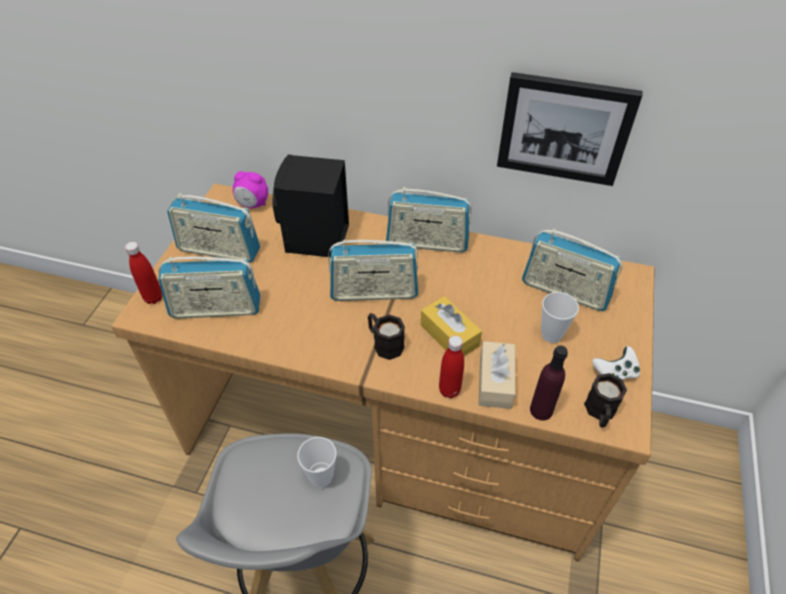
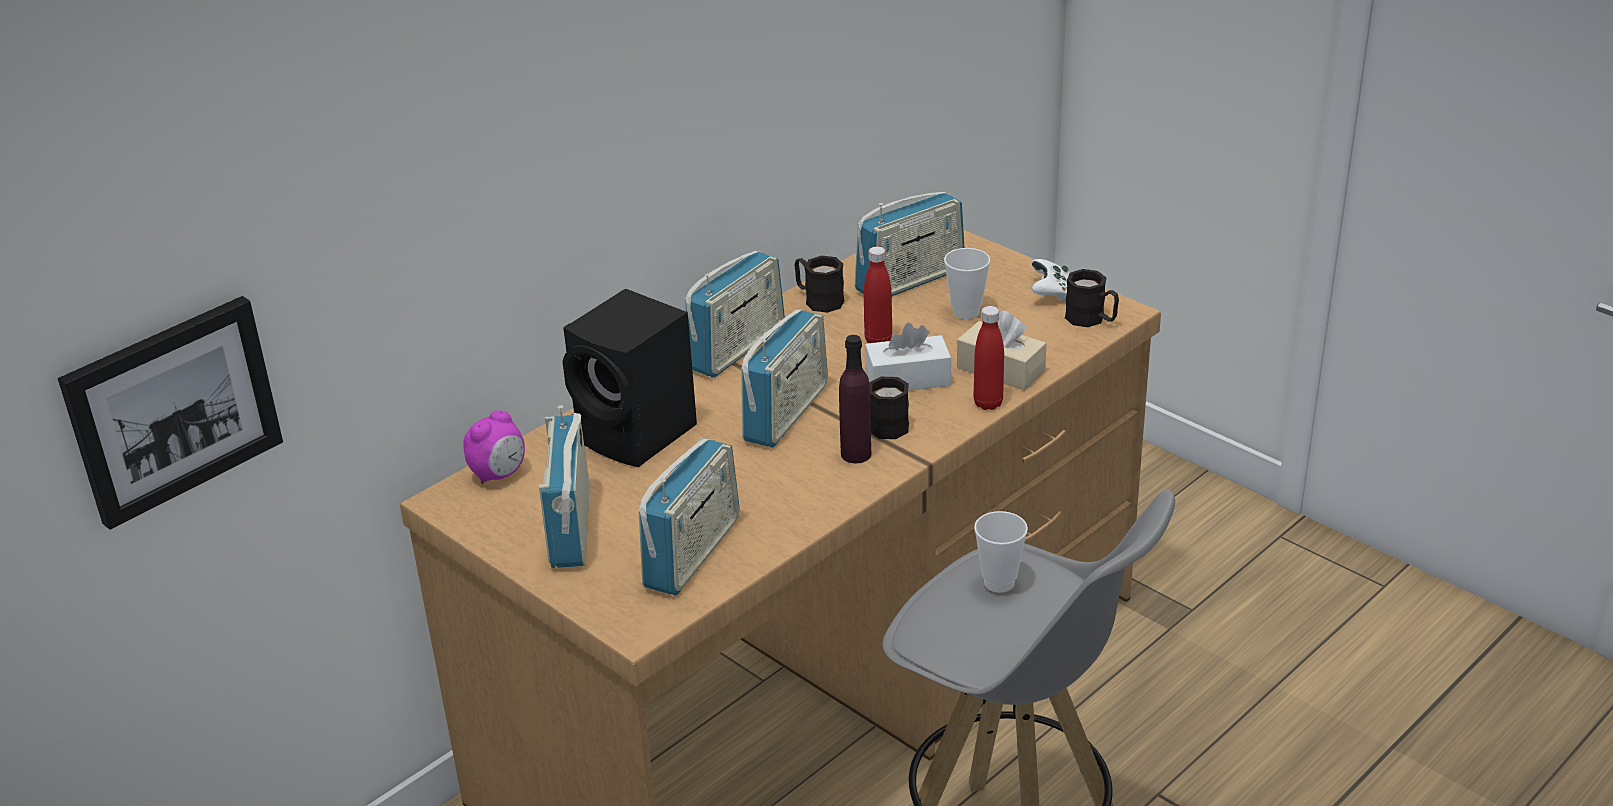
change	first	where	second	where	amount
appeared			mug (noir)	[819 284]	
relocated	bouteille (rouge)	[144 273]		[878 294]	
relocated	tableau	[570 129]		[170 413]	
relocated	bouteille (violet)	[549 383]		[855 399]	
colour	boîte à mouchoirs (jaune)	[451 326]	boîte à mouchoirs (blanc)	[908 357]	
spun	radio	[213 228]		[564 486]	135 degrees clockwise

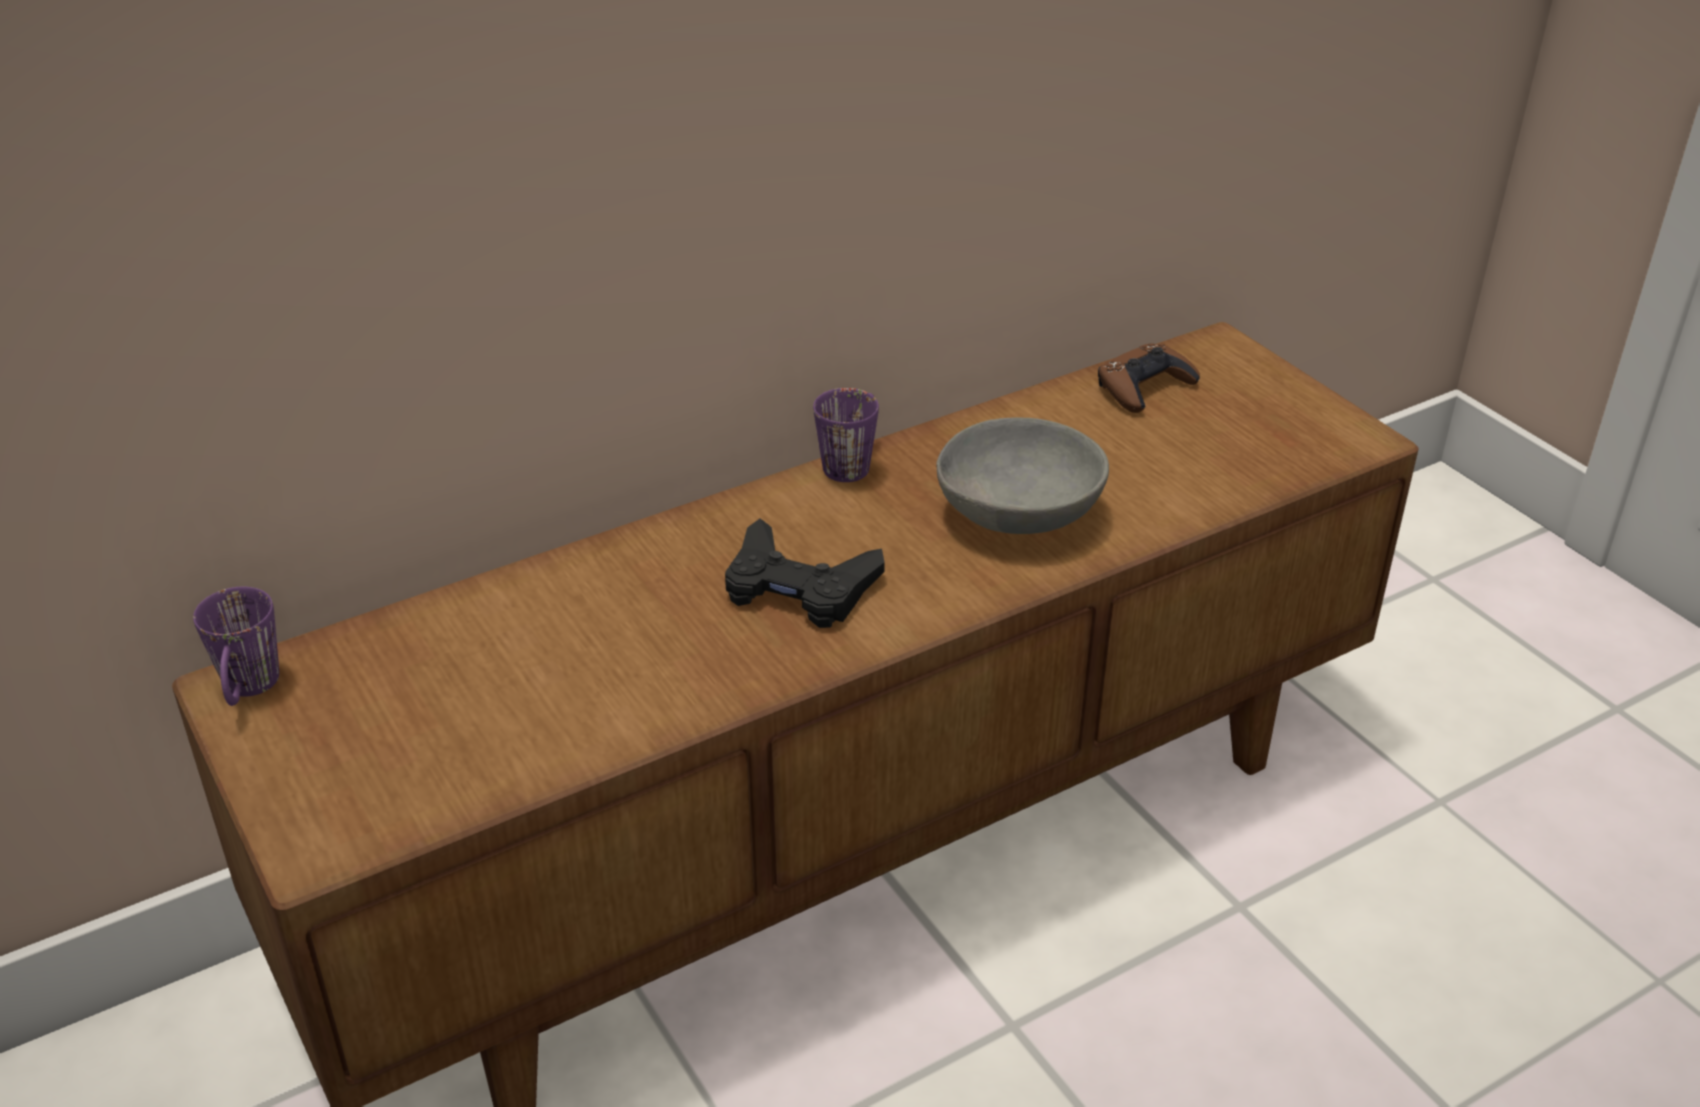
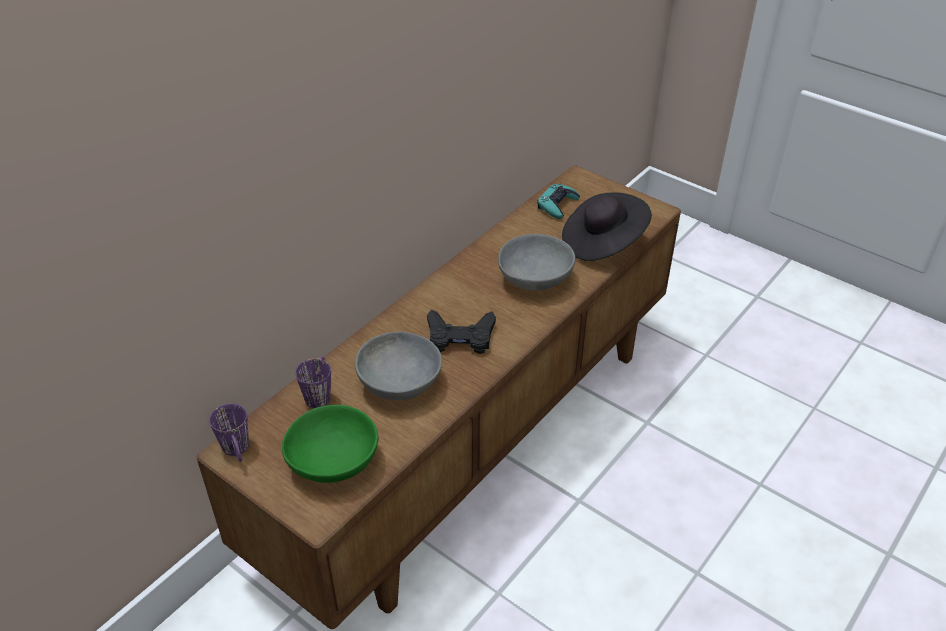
change	first	where	second	where	amount
appeared			bol (vert)	[330 444]	
appeared			bol (gris)	[398 366]	
appeared			chapeau (noir)	[607 226]	
relocated	mug (violet)	[846 435]		[313 382]	
colour	manette (marron)	[1149 378]	manette (turquoise)	[558 201]	

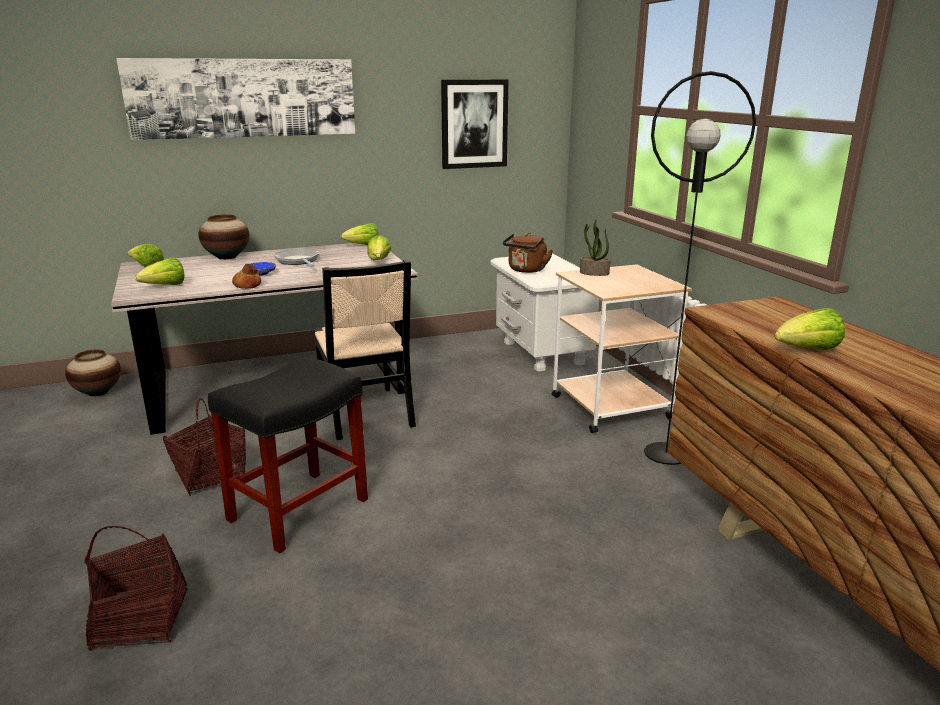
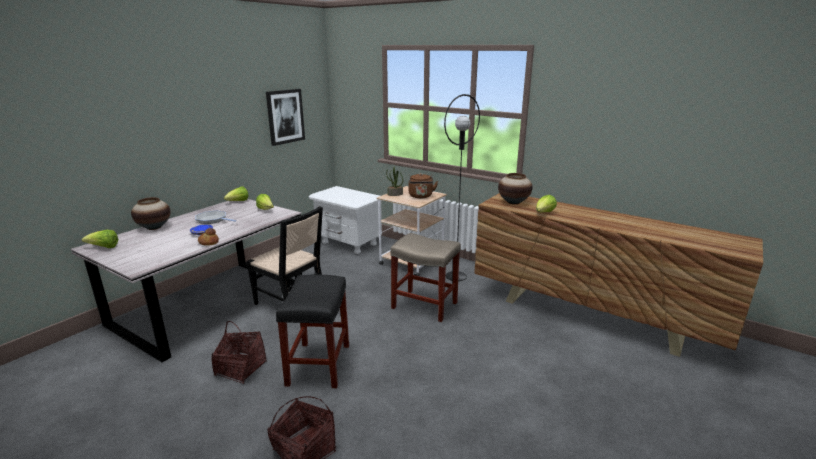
change	first	where	second	where	amount
missing	tableau	[235 99]			
missing	laitue	[160 271]			
appeared			tabouret (beige)	[425 277]	
relocated	vase	[93 373]		[515 188]	
relocated	bouilloire (marron)	[528 253]		[423 185]	

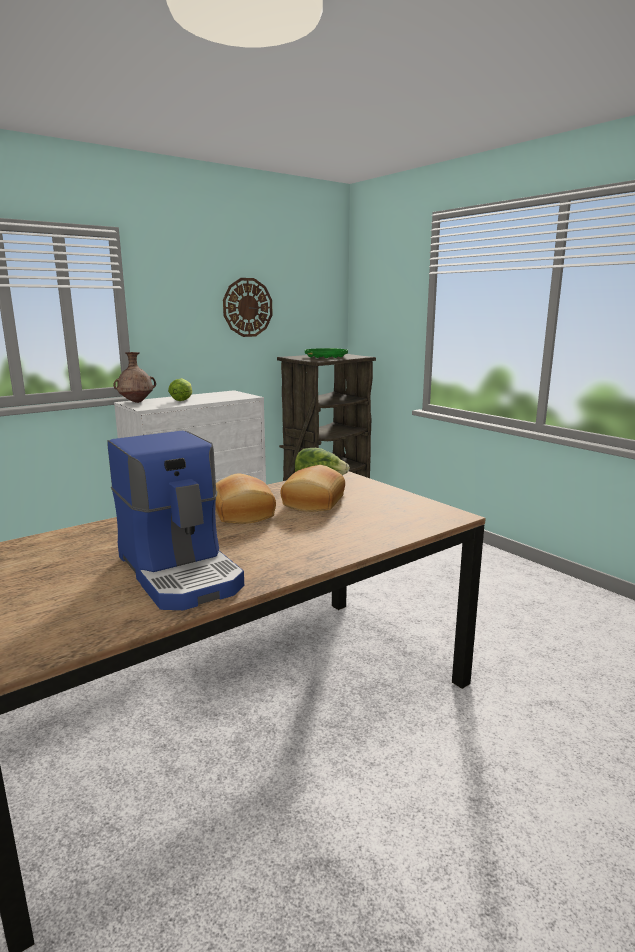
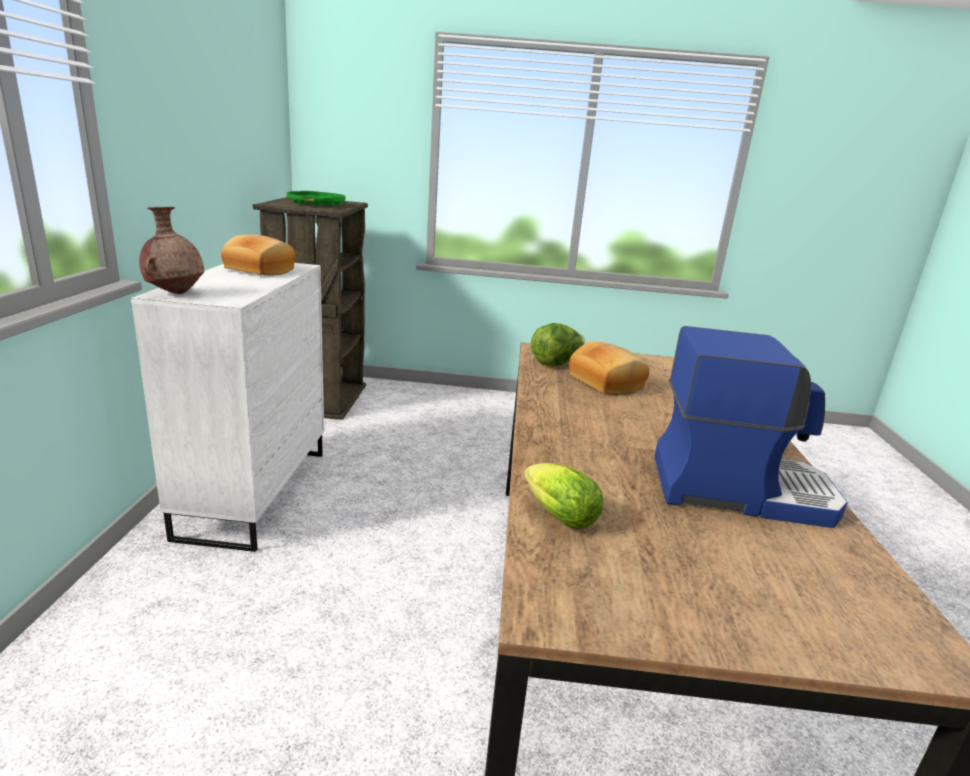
change	first	where	second	where	amount
missing	horloge murale	[248 307]			
relocated	laitue	[180 389]		[563 496]	
relocated	pain	[245 499]		[258 255]	

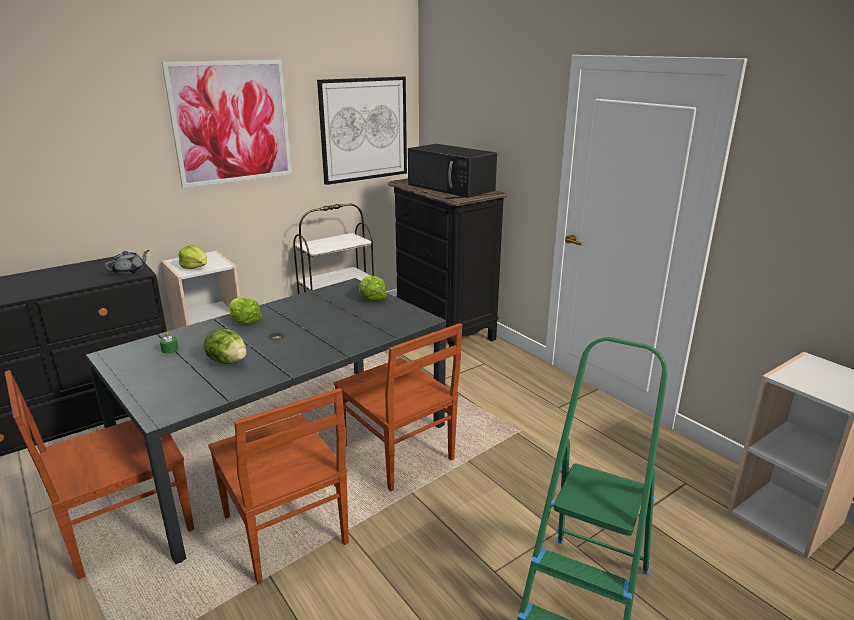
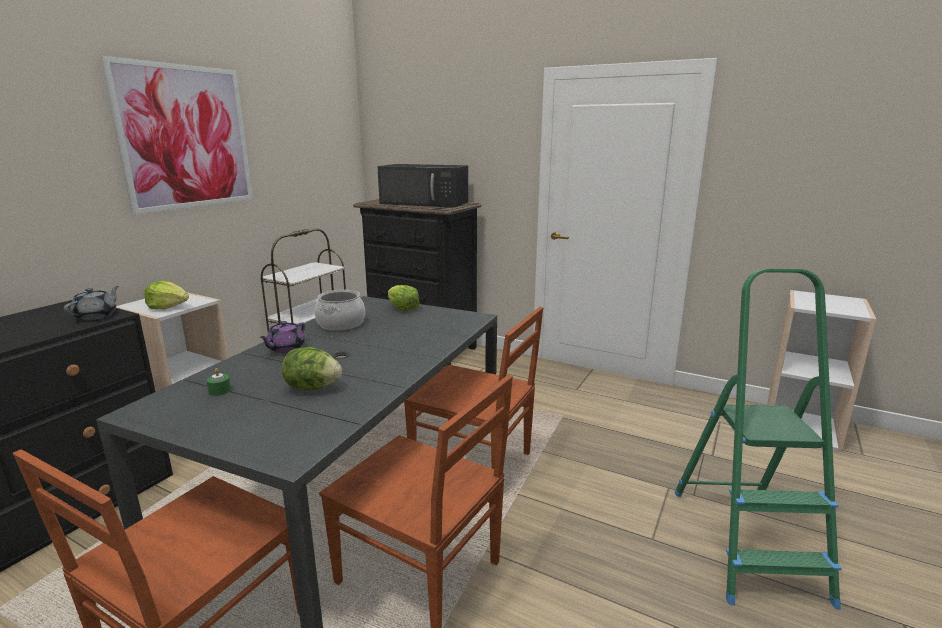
change	first	where	second	where	amount
missing	tableau	[362 131]			
appeared			marmite	[340 310]	
exchanged	laitue	[245 311]	théière (violet)	[282 337]	

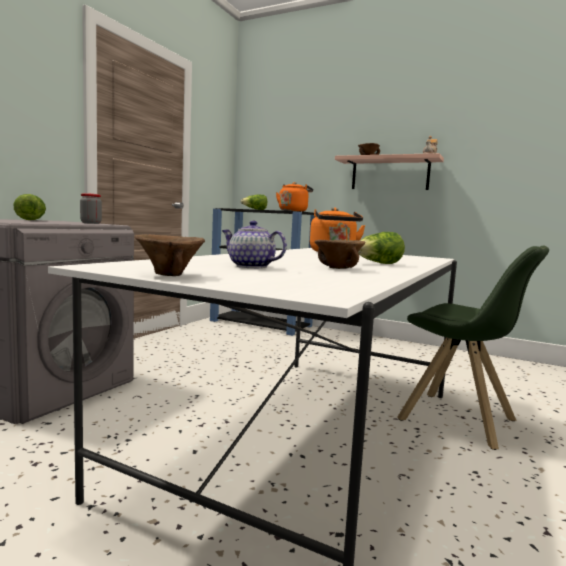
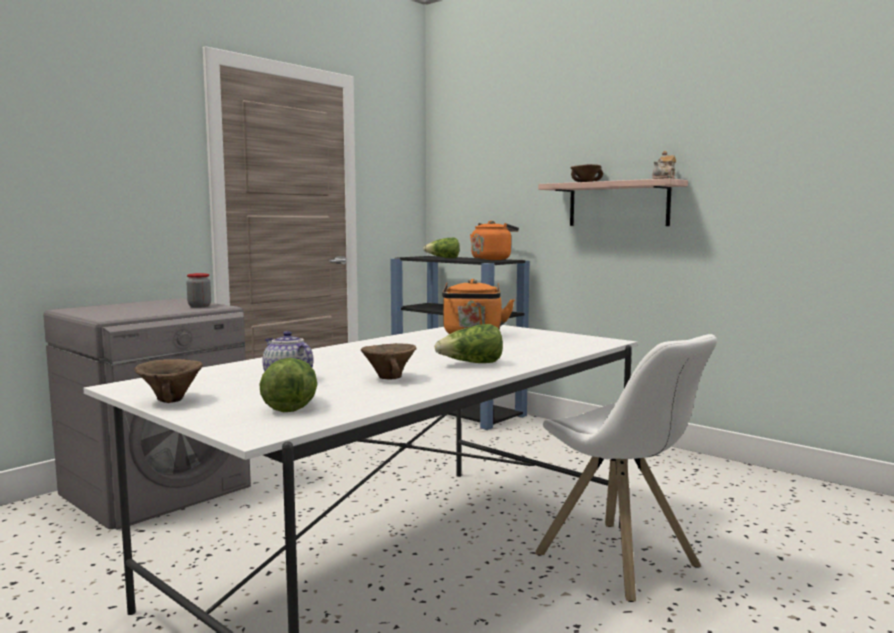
change	first	where	second	where	amount
relocated	laitue	[29 207]		[288 385]	
colour	chaise (vert)	[473 348]	chaise (blanc)	[626 468]	

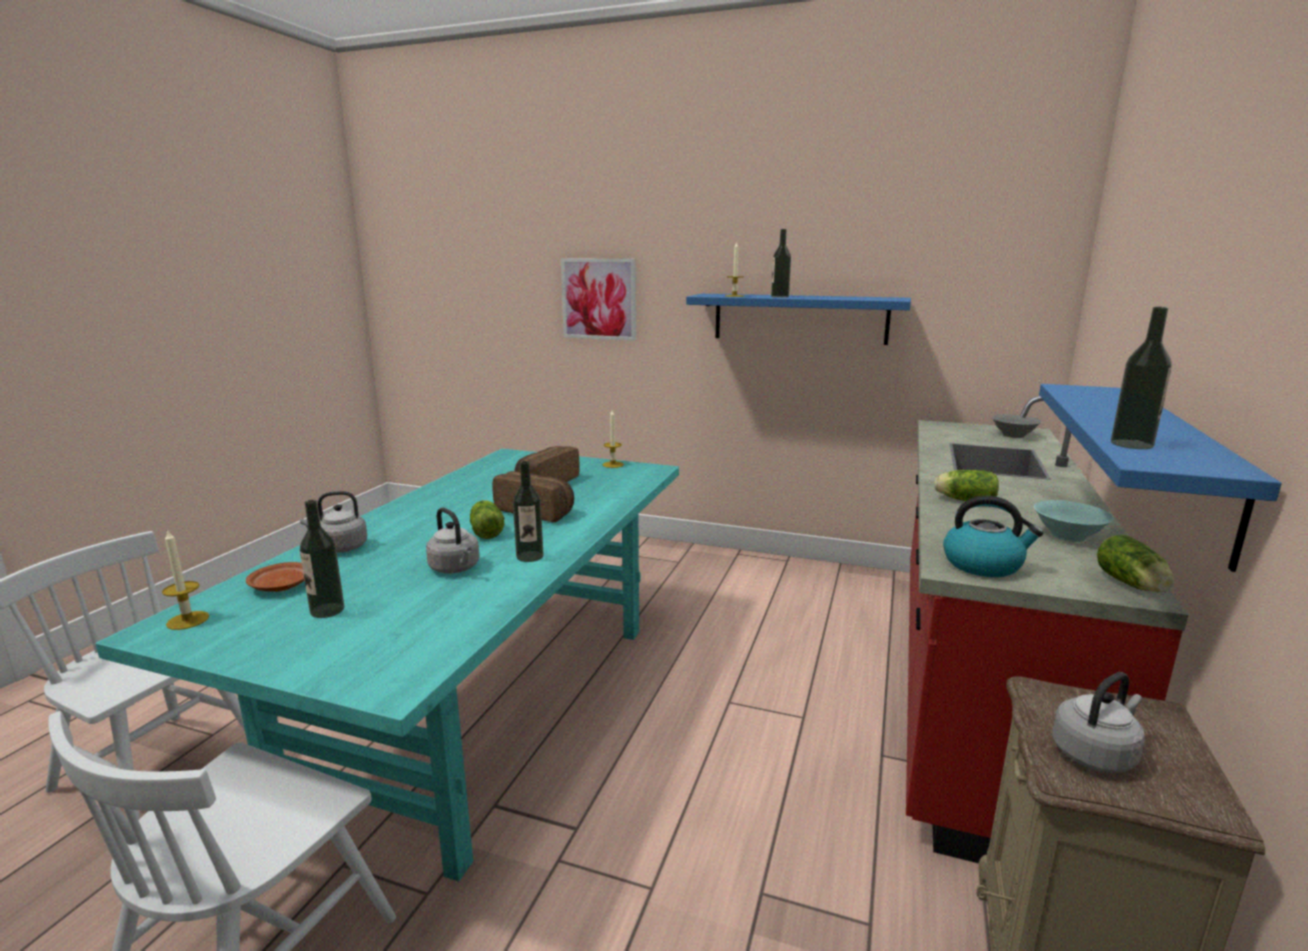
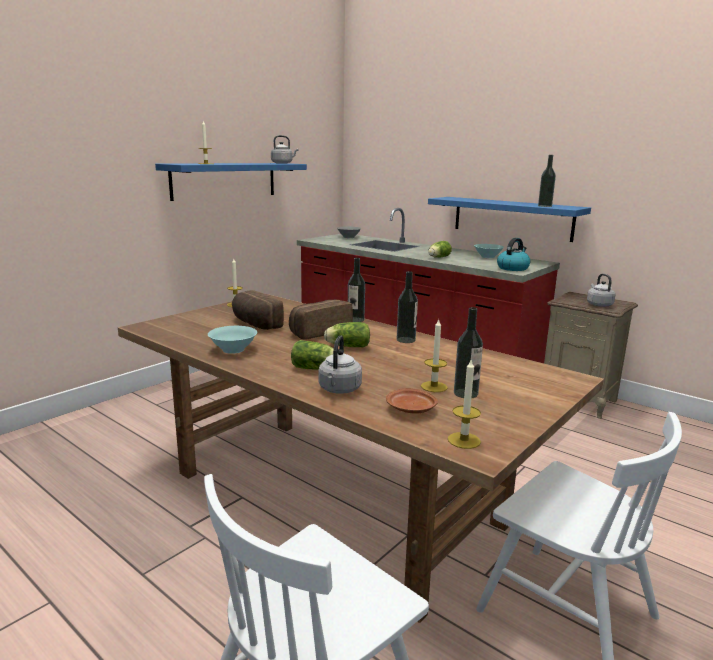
change	first	where	second	where	amount
missing	tableau	[598 299]			
appeared			bol (turquoise)	[232 340]	
appeared			bougie	[434 355]	
relocated	bouilloire (gris)	[453 540]		[285 149]	
relocated	bouteille	[781 263]		[356 290]	
relocated	laitue	[1135 564]		[312 355]	
colour	table à manger (turquoise)	[387 665]	table à manger (marron)	[361 458]	

